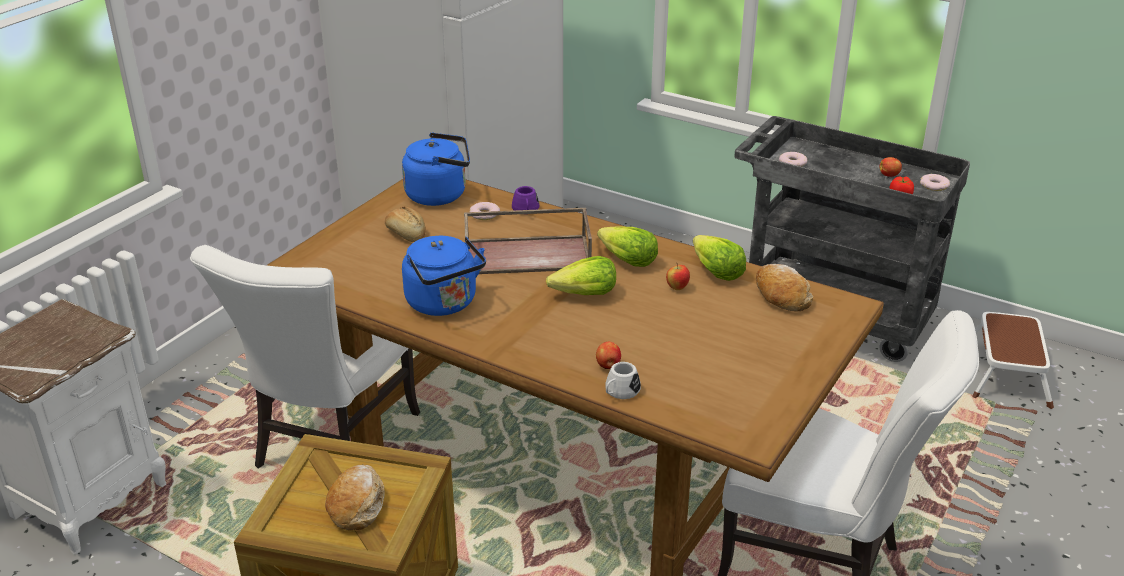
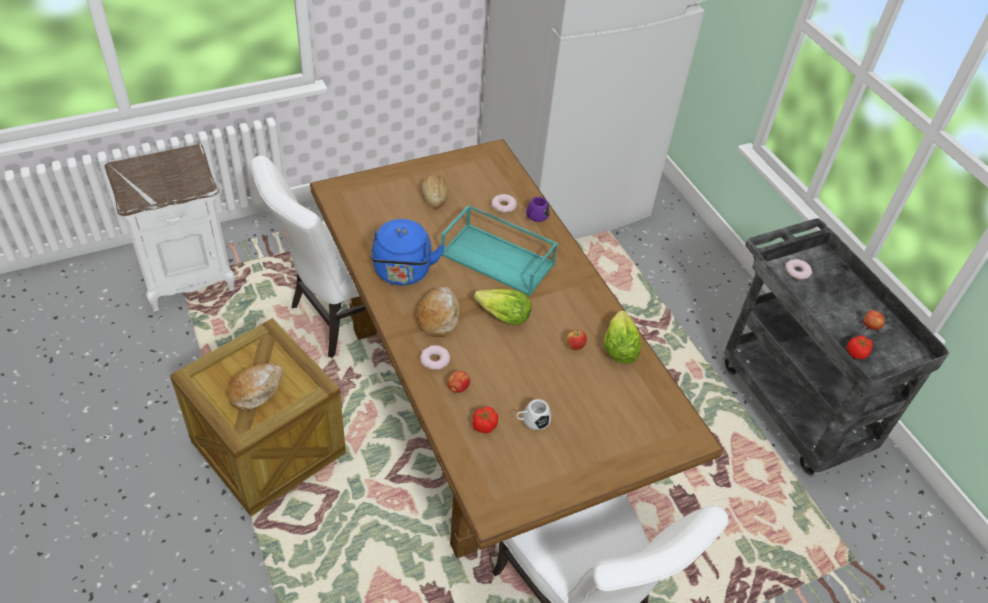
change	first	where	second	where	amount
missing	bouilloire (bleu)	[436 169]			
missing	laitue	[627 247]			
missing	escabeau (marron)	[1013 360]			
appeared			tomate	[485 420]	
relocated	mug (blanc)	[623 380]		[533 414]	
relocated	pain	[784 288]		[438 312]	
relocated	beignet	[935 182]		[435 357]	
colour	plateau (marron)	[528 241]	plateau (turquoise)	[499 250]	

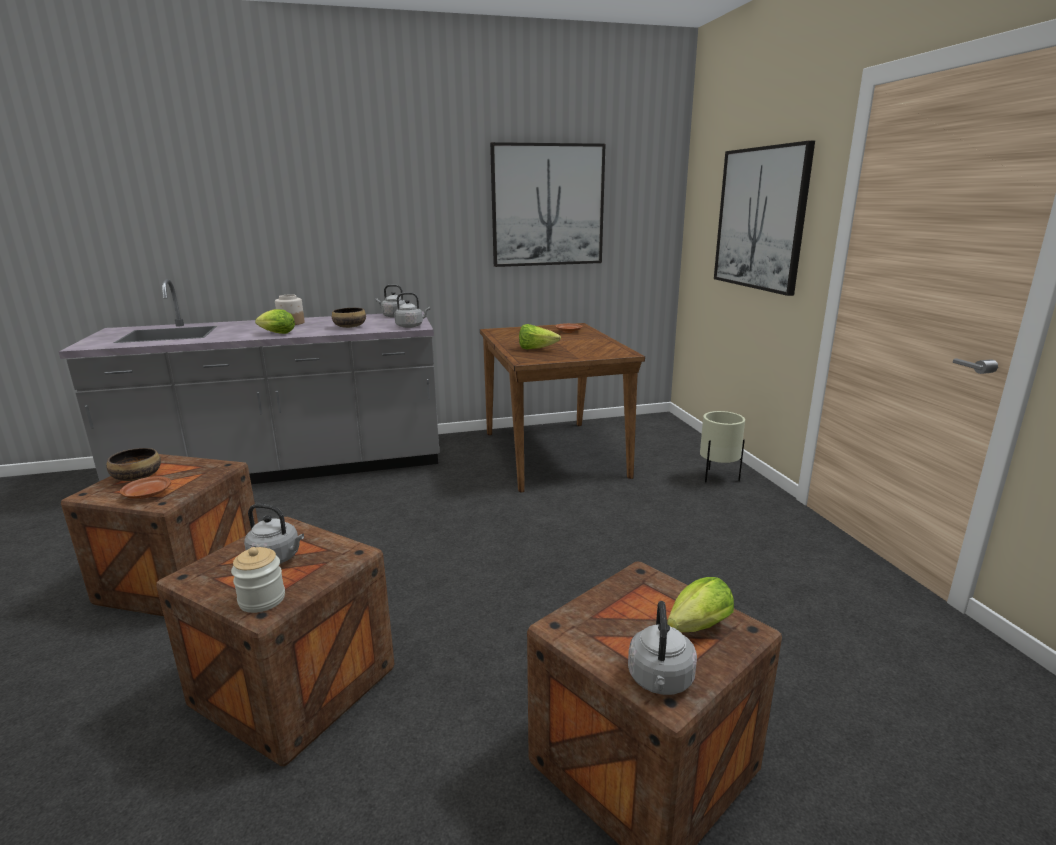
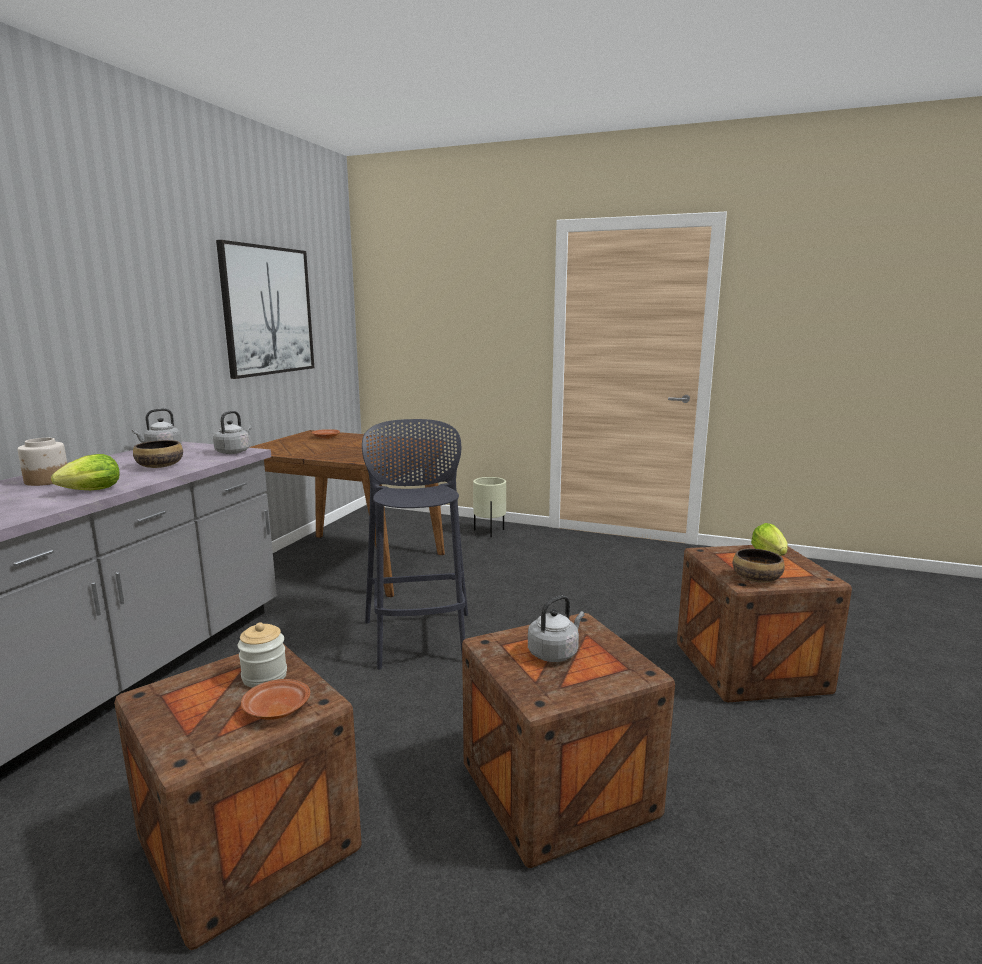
change	first	where	second	where	amount
missing	laitue	[540 336]			
missing	bouilloire (gris)	[662 648]			
missing	tableau	[764 218]			
appeared			tabouret (gris)	[415 544]	
relocated	bol	[133 464]		[759 566]	
relocated	bocal	[258 580]		[262 655]	

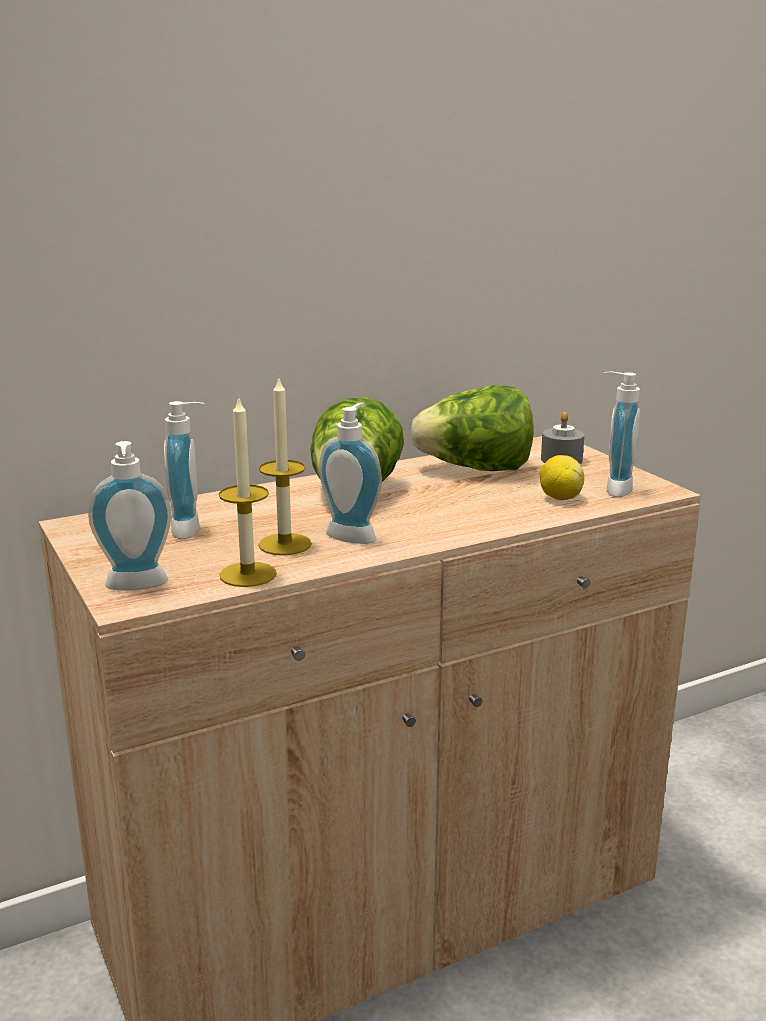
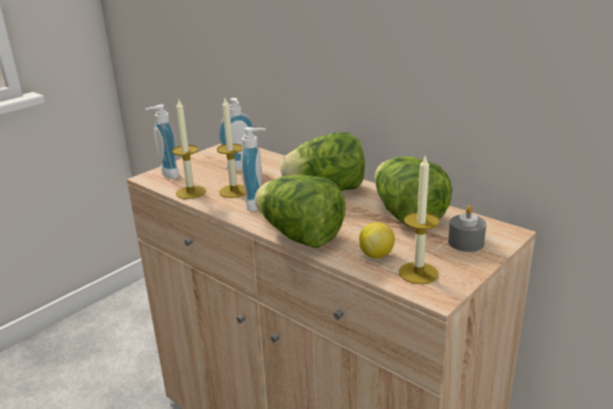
change	first	where	second	where	amount
appeared			laitue	[300 211]	
exchanged	distributeur de savon	[622 434]	bougie	[419 220]	

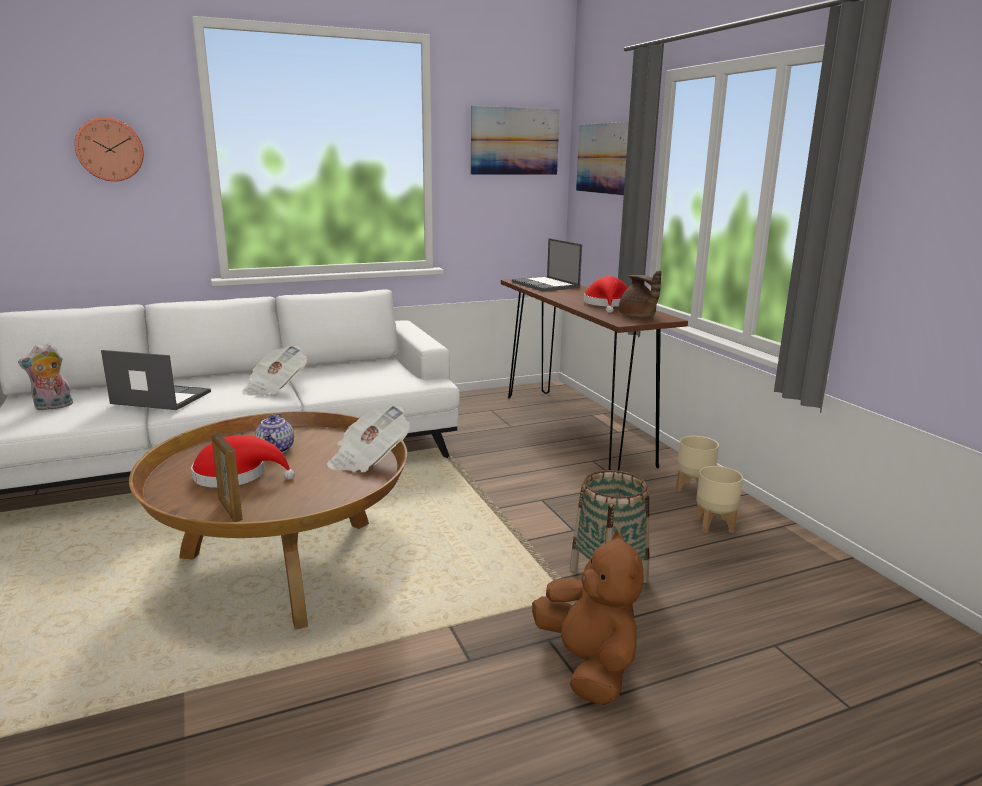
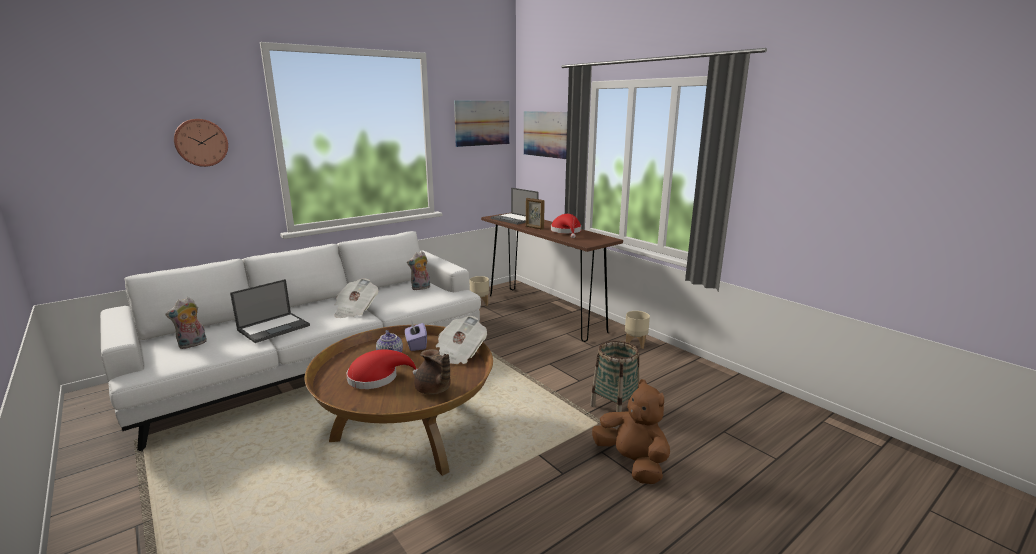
change	first	where	second	where	amount
appeared			boîte à mouchoirs (violet)	[416 336]	
appeared			peluche	[418 270]	
relocated	cadre photo	[227 477]		[535 214]	
relocated	théière (marron)	[640 294]		[432 372]	
relocated	cache-pot (beige)	[719 499]		[479 291]	
spun	ordinateur portable	[156 380]		[270 311]	135 degrees clockwise

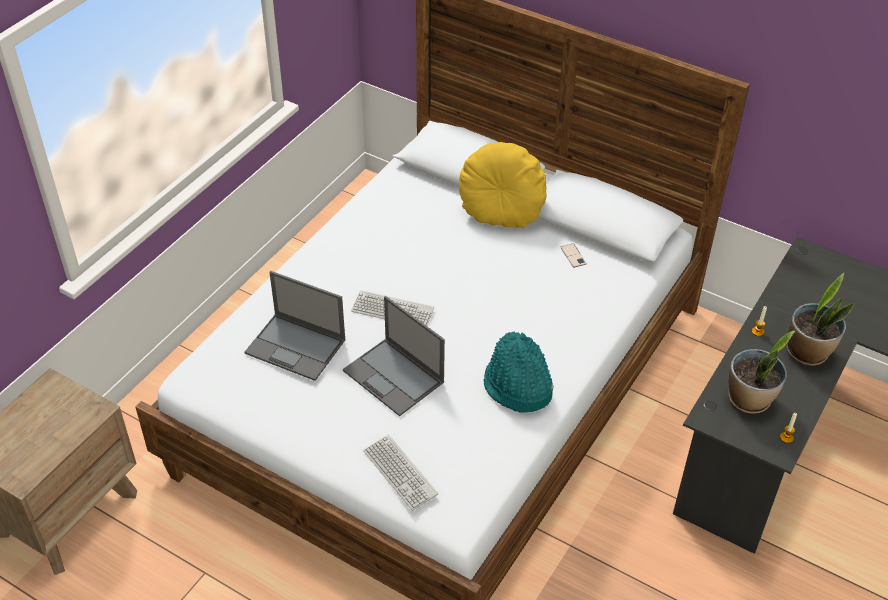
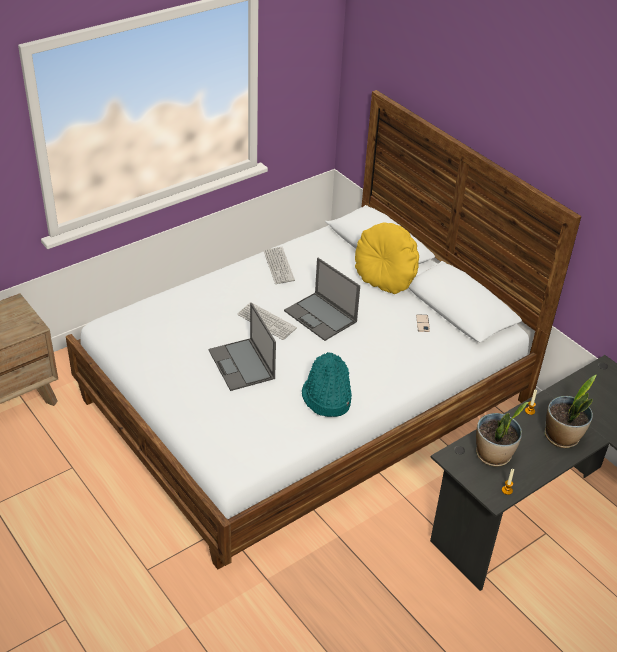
change	first	where	second	where	amount
relocated	ordinateur portable	[294 326]		[322 299]	
relocated	clavier	[400 472]		[279 265]	

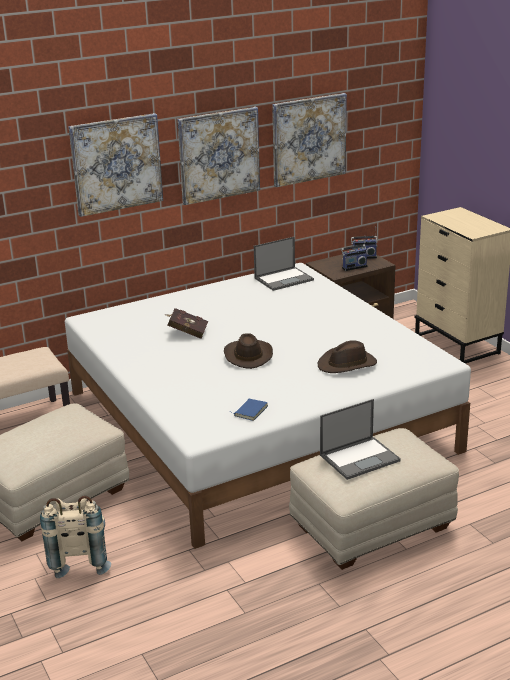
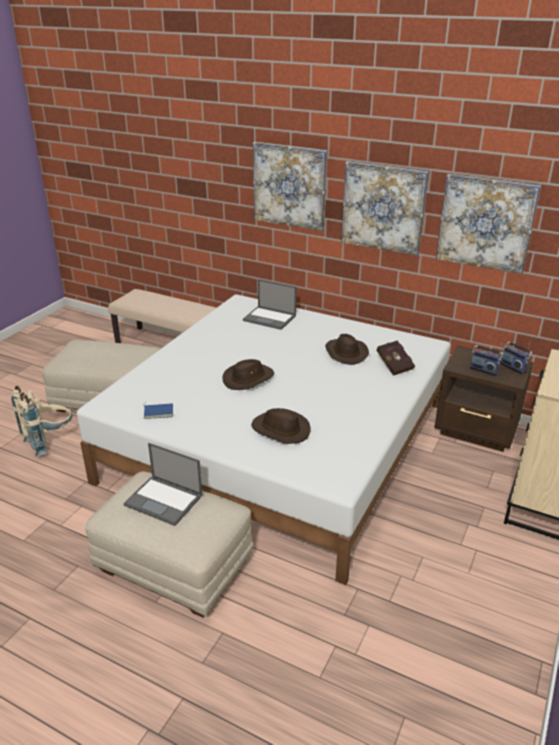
change	first	where	second	where	amount
appeared			chapeau (marron)	[347 349]	
relocated	livre (rouge)	[186 323]		[395 358]	
relocated	ordinateur portable	[284 264]		[269 304]	

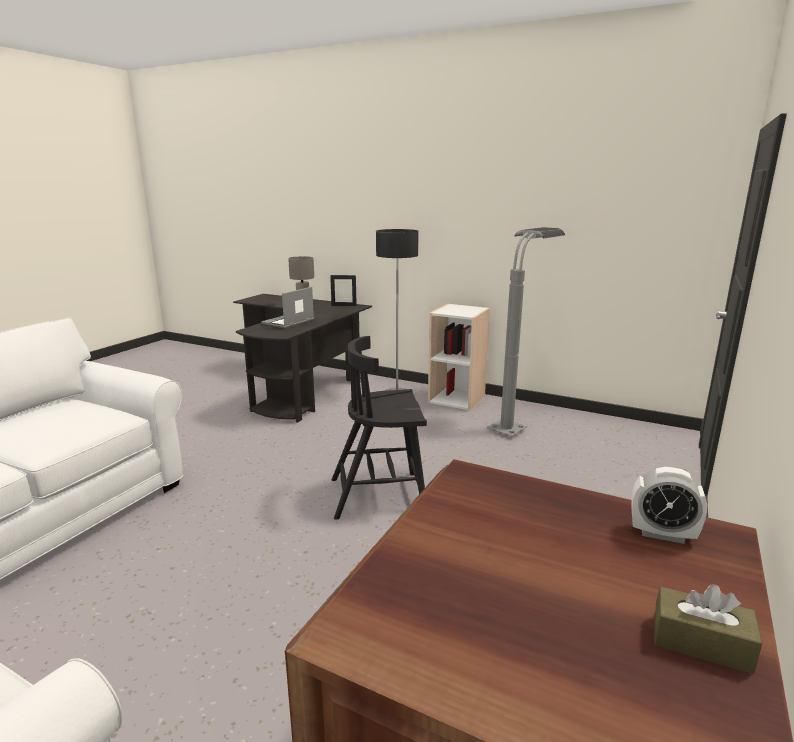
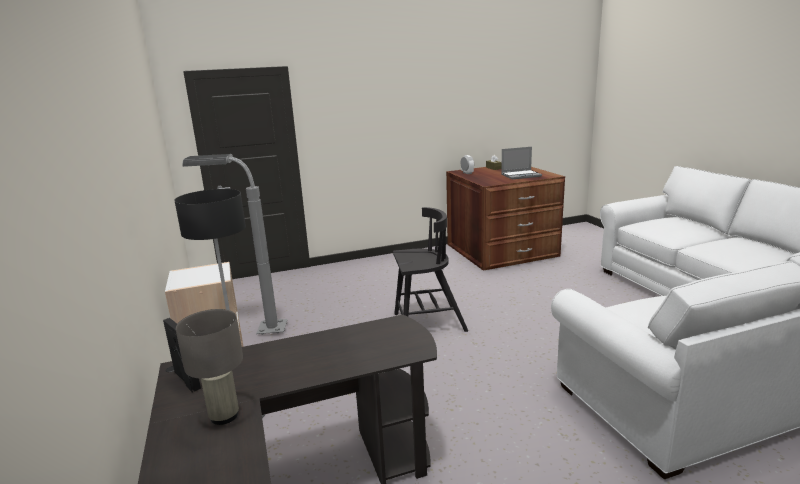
change	first	where	second	where	amount
relocated	ordinateur portable	[287 308]		[521 163]	
spun	chaise (noir)	[379 428]		[430 269]	45 degrees counterclockwise

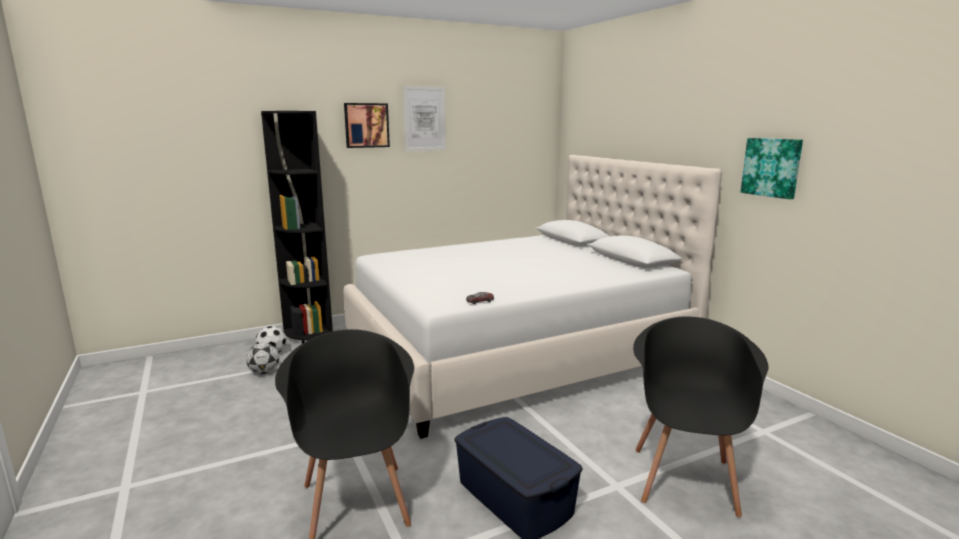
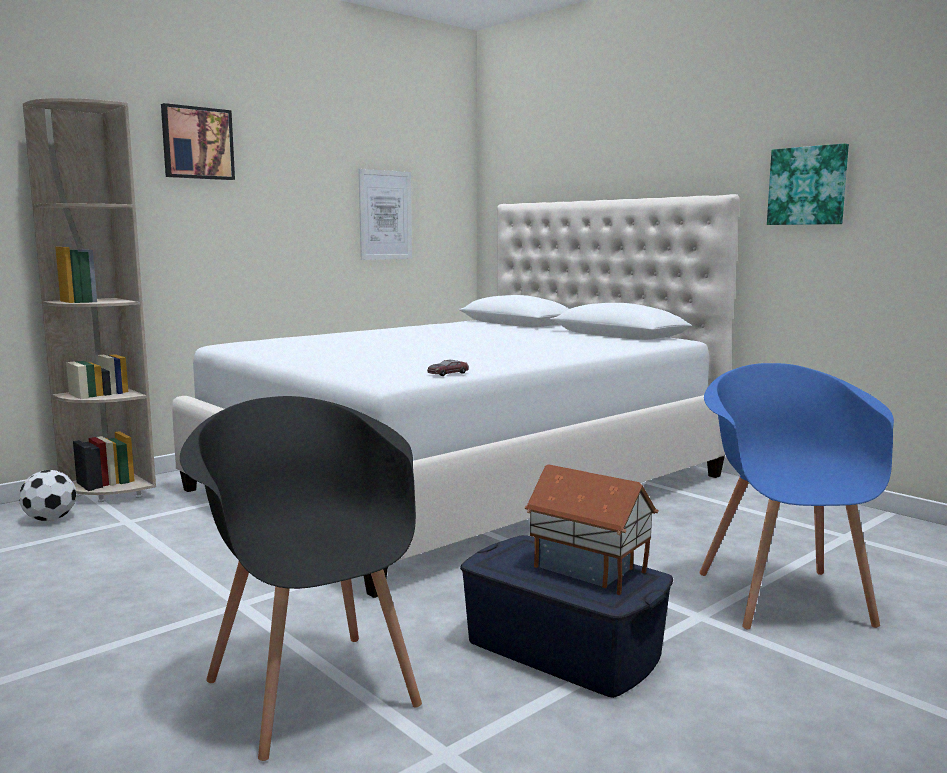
change	first	where	second	where	amount
missing	ballon de foot	[262 358]			
appeared			maison miniature	[592 529]	
relocated	tableau	[424 118]		[385 214]	
colour	bibliothèque (noir)	[297 227]	bibliothèque (beige)	[89 300]	
colour	chaise (noir)	[700 416]	chaise (bleu)	[796 496]	

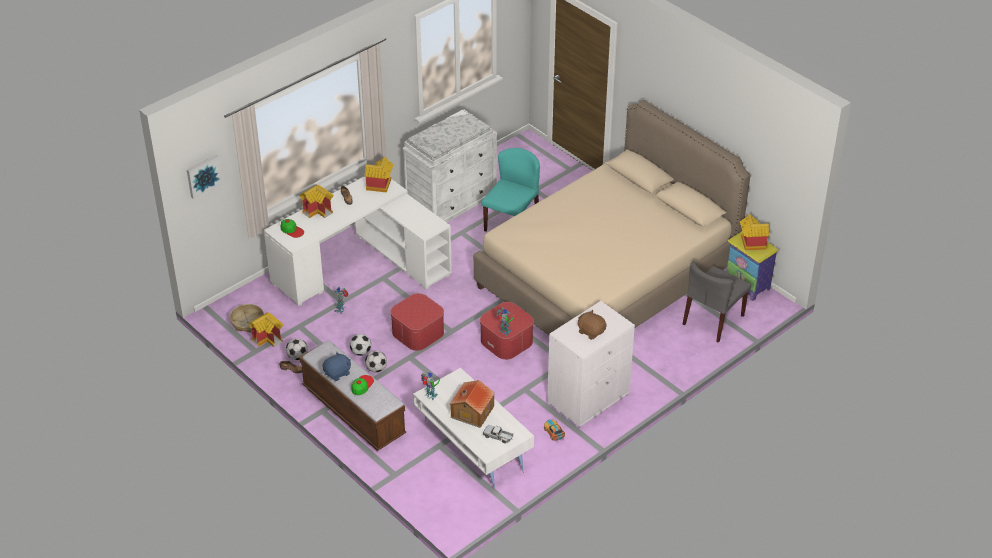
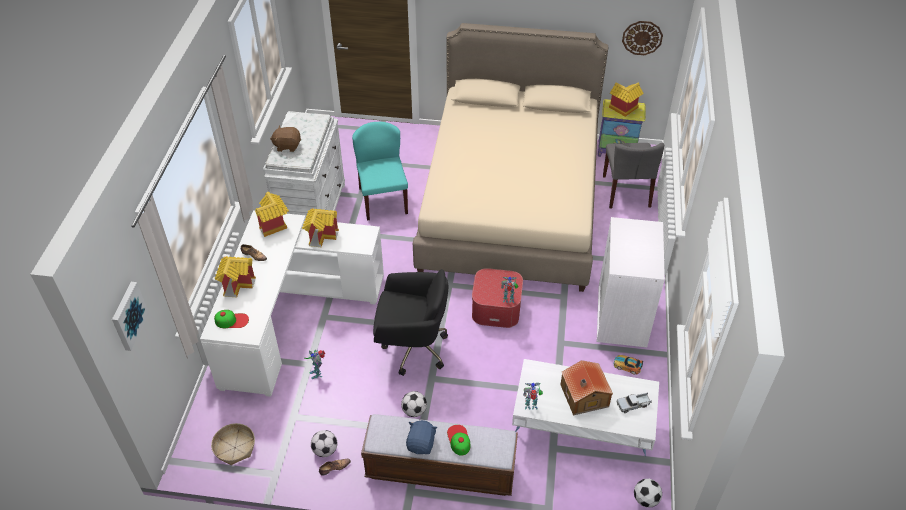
change	first	where	second	where	amount
appeared			horloge murale	[642 38]	
relocated	maison miniature	[265 330]		[320 228]	
relocated	ballon de foot	[360 345]		[648 493]	
relocated	peluche (marron)	[592 325]		[285 139]	
exchanged	pouf	[417 322]	chaise de bureau (noir)	[410 322]	

